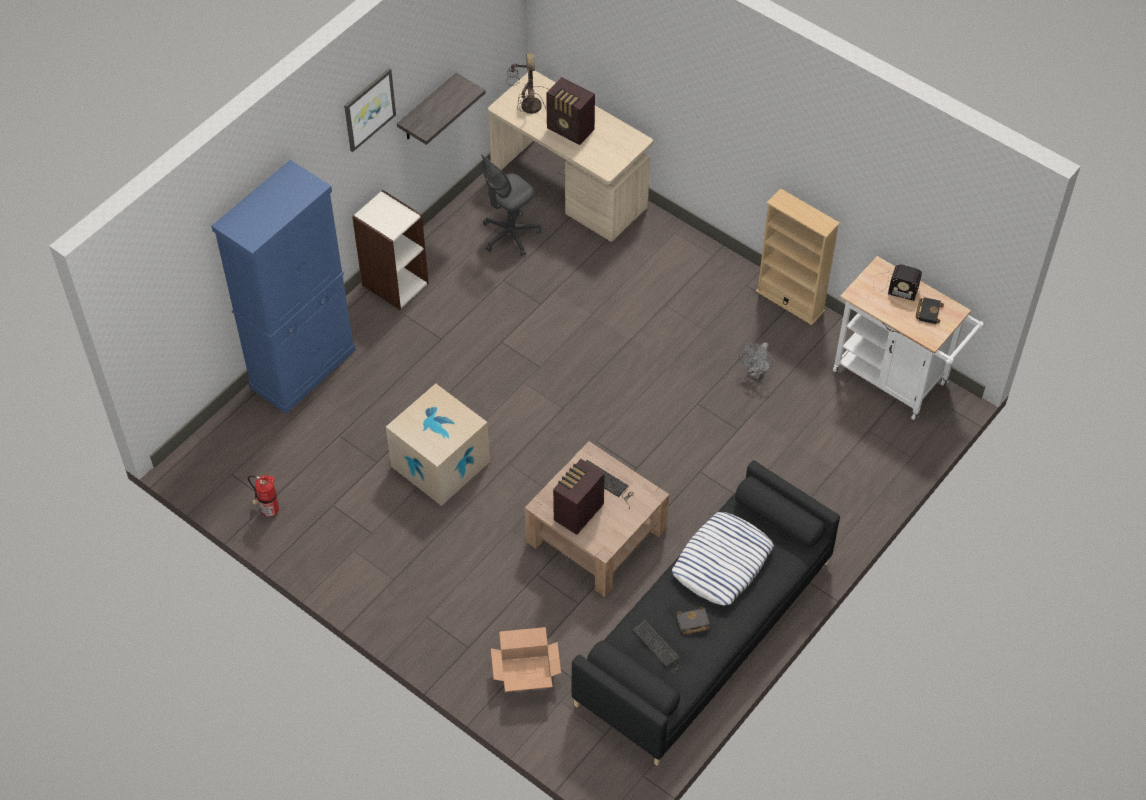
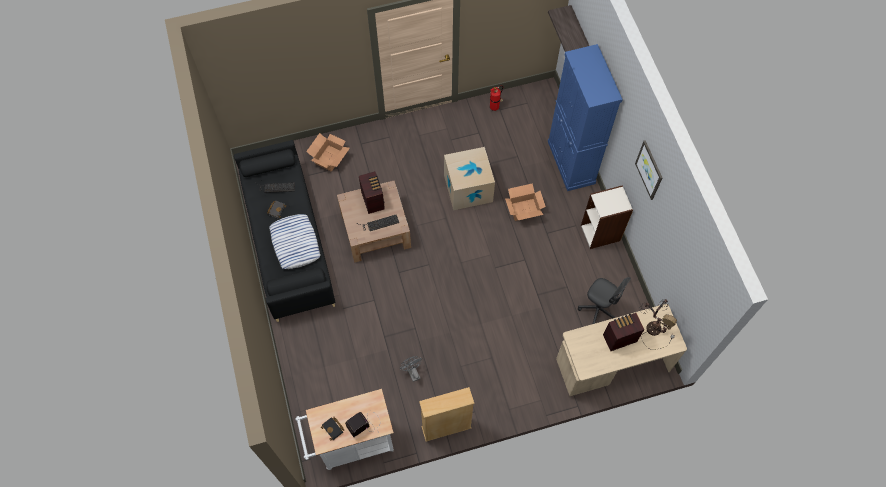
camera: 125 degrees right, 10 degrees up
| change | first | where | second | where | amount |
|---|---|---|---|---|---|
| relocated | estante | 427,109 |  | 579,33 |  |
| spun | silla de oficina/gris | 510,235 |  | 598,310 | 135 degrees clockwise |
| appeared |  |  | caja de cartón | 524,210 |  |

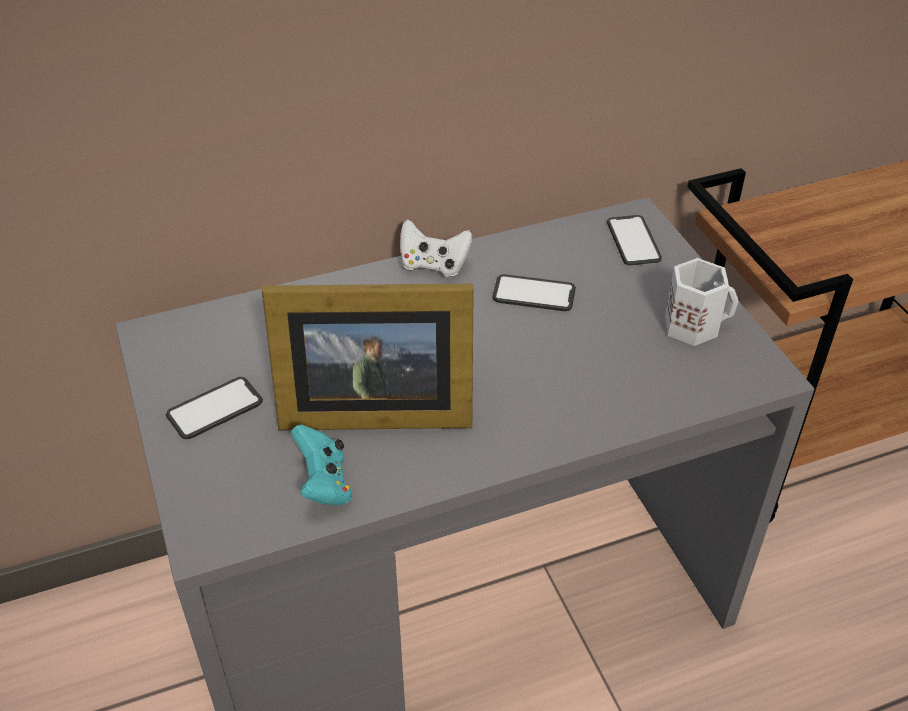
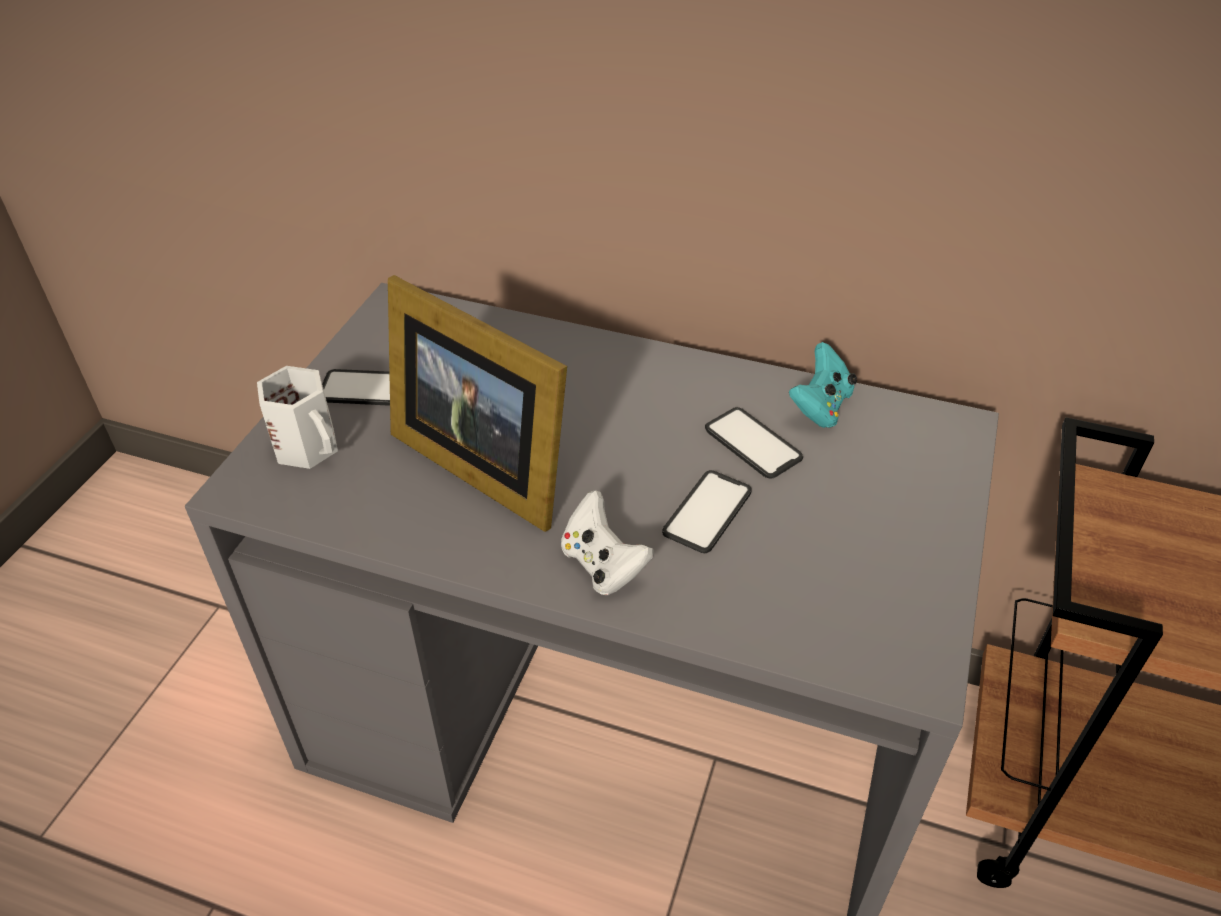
camera: 40 degrees right, 0 degrees up
| change | first | where | second | where | amount |
|---|---|---|---|---|---|
| relocated | móvil | 633,241 |  | 707,512 |  |
| relocated | mando de consola/blanco | 434,265 |  | 602,565 |  |
| relocated | taza grande/blanco | 693,325 |  | 310,446 |  |
| relocated | mando de consola/turquesa | 324,484 |  | 820,407 |  |

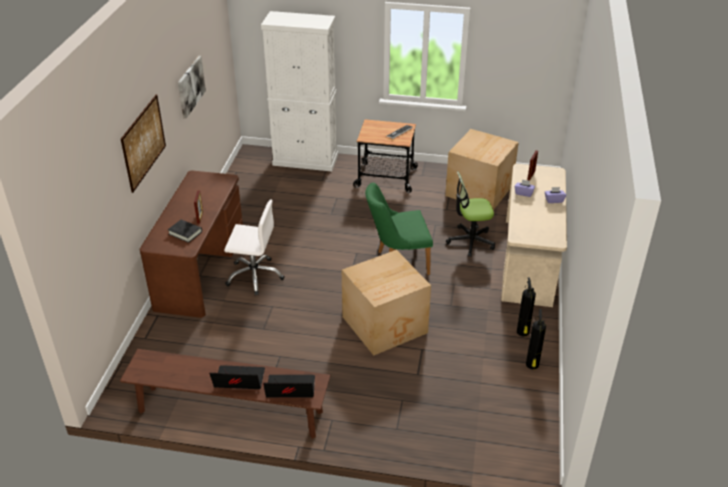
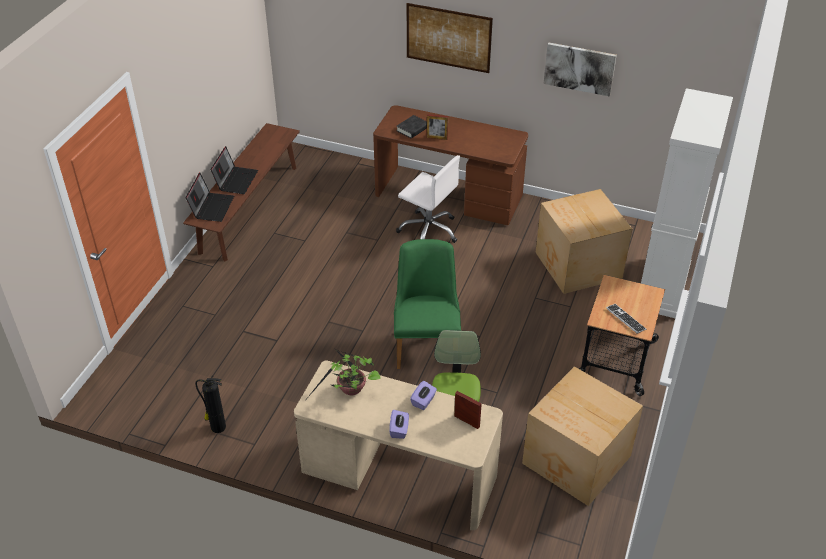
camera: 100 degrees right, 5 degrees up
| change | first | where | second | where | amount |
|---|---|---|---|---|---|
| spun | silla de oficina/blanco | 254,276 |  | 429,230 | 75 degrees counterclockwise |
| relocated | caja de cartón | 386,325 |  | 578,266 |  |
| missing | extintor | 523,333 |  |  |  |
| appeared |  |  | planta en maceta | 350,391 |  |

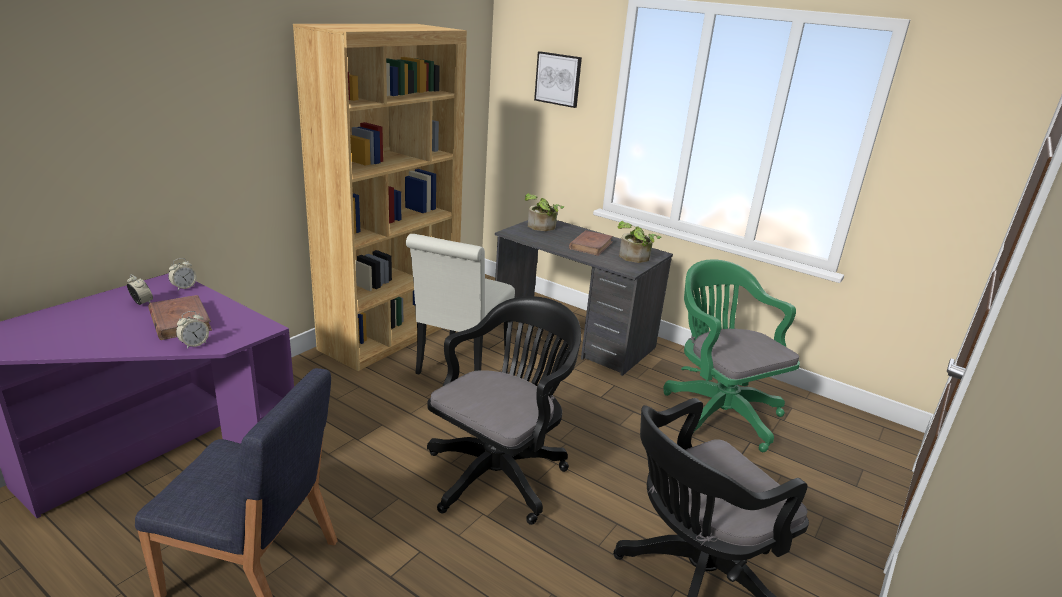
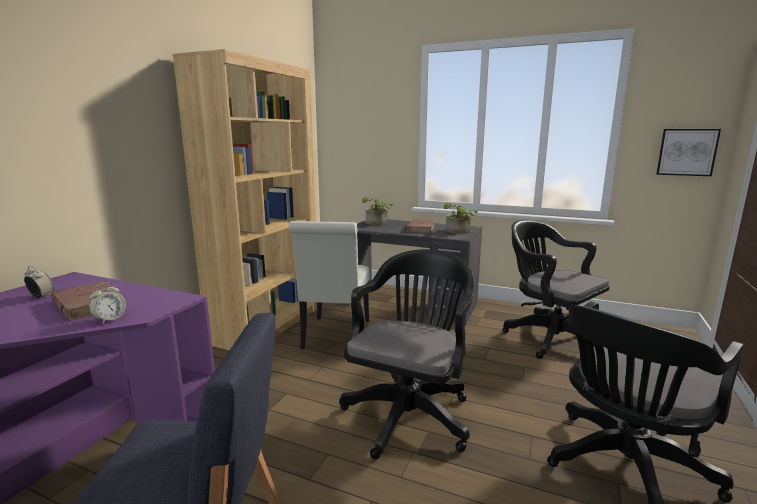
camera: 10 degrees left, 10 degrees down
| change | first | where | second | where | amount |
|---|---|---|---|---|---|
| relocated | cuadro | 558,79 |  | 686,152 |  |
| missing | despertador | 184,287 |  |  |  |
| colour | silla de oficina/verde | 717,411 | silla de oficina/negro | 549,337 |  |

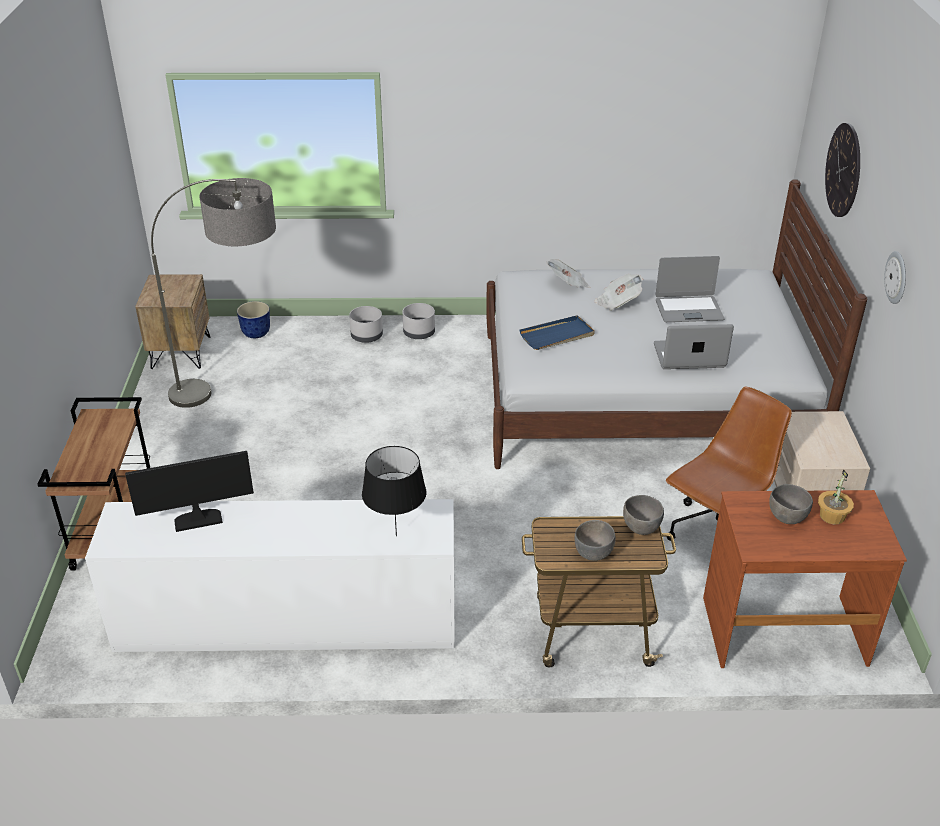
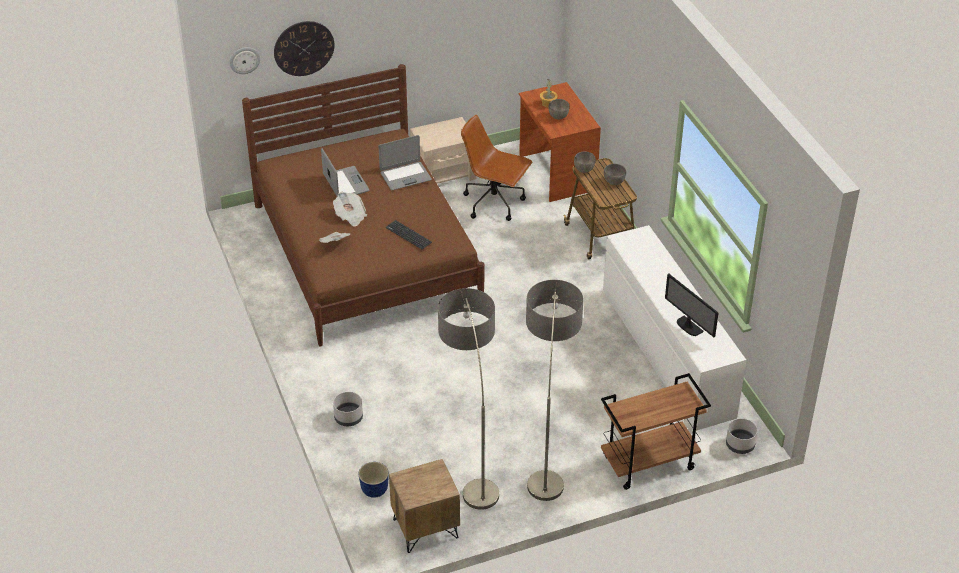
camera: 110 degrees left, 5 degrees up
| change | first | where | second | where | amount |
|---|---|---|---|---|---|
| colour | cama/blanco | 641,396 | cama/marrón | 366,253 |  |
| relocated | reloj de pared | 897,277 |  | 244,60 |  |
| relocated | maceta/gris | 419,333 |  | 740,445 |  |
| exchanged | bandeja/azul | 557,335 | teclado | 408,235 |  |
| spun | portátil | 689,356 |  | 405,176 | 90 degrees counterclockwise |
| missing | lámpara de mesa/negro | 396,535 |  |  |  |
| appeared |  |  | lámpara de pie | 547,453 |  |

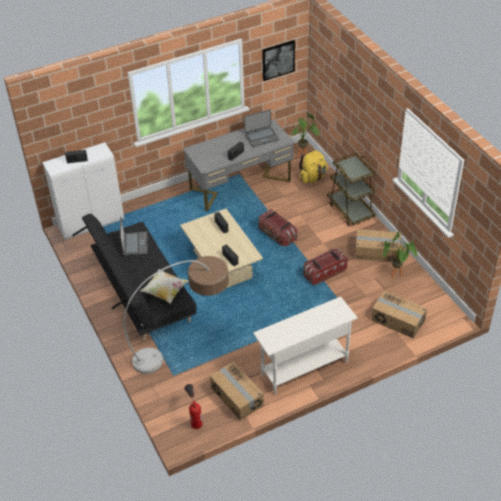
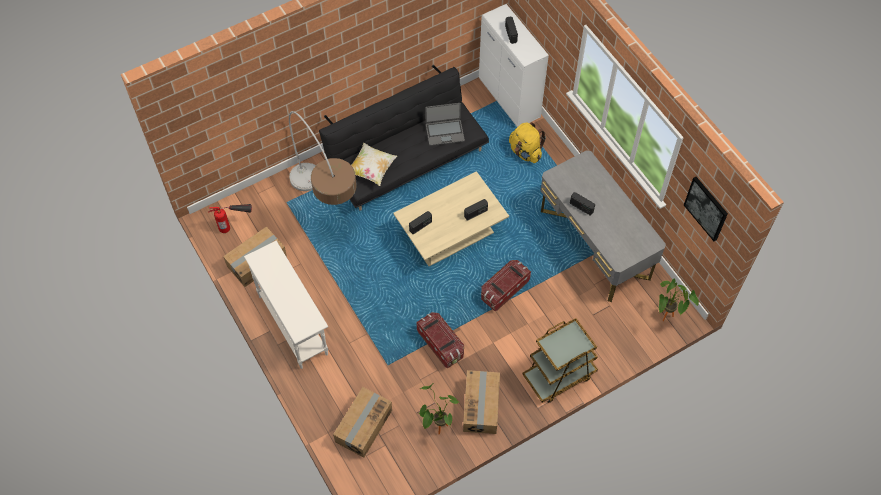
camera: 85 degrees right, 15 degrees up
| change | first | where | second | where | amount |
|---|---|---|---|---|---|
| missing | portátil | 261,137 |  |  |  |
| relocated | mochila/amarillo | 313,177 |  | 525,152 |  |

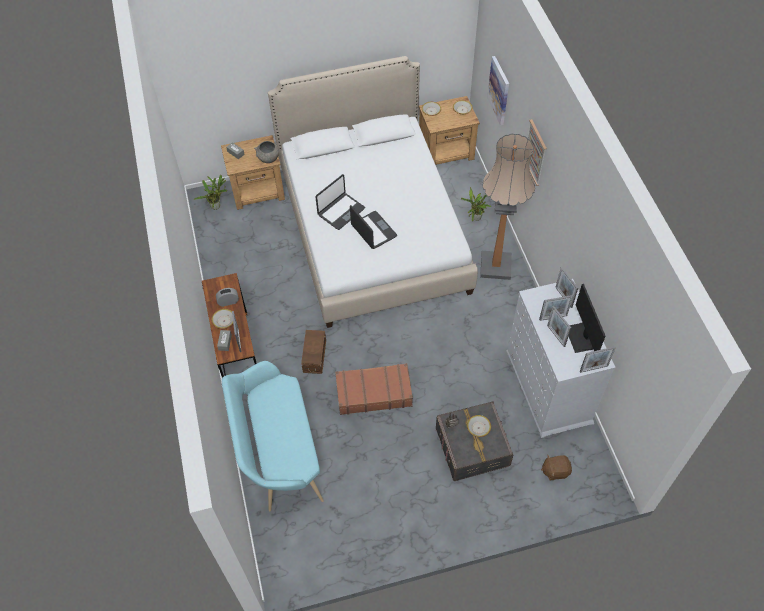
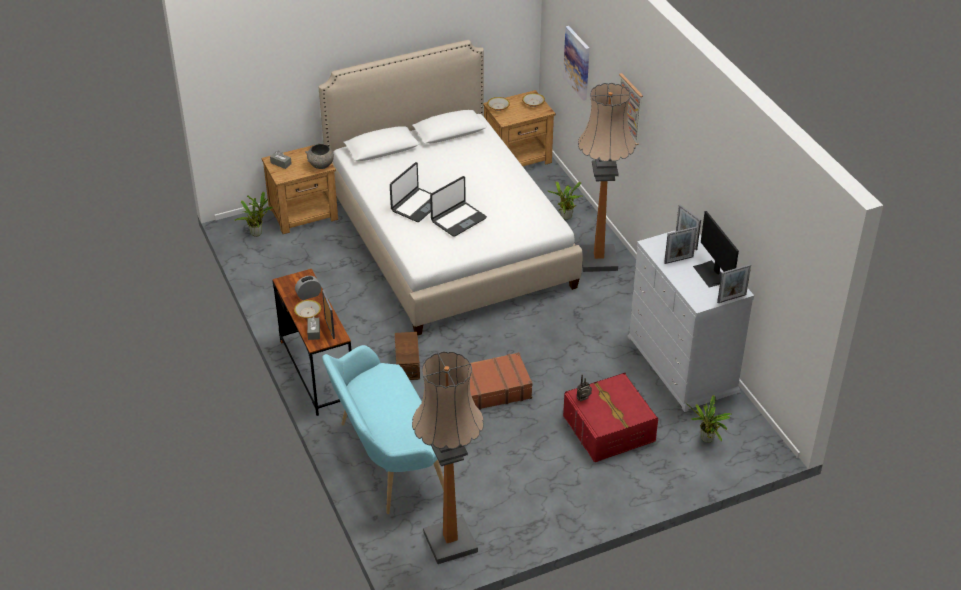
camera: 10 degrees left, 15 degrees down
| change | first | where | second | where | amount |
|---|---|---|---|---|---|
| spun | portátil | 373,231 |  | 458,219 | 90 degrees clockwise |
| missing | portarretratos | 556,336 |  |  |  |
| colour | caja de almacenaje/gris | 472,447 | caja de almacenaje/rojo | 608,429 |  |
| missing | cuenco | 478,428 |  |  |  |
| exchanged | peluche/marrón | 555,471 | planta en maceta | 707,440 |  |
| appeared |  |  | lámpara de pie | 450,542 |  |

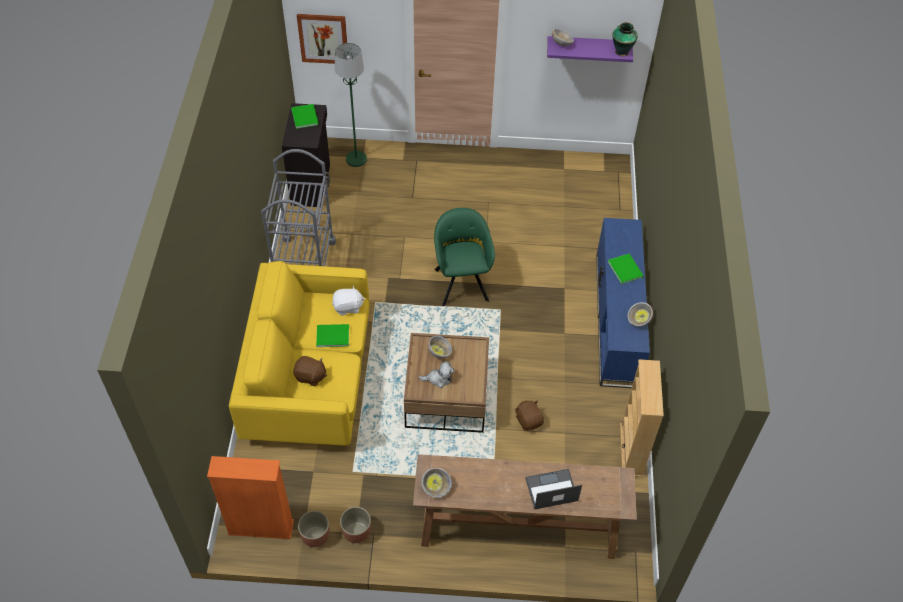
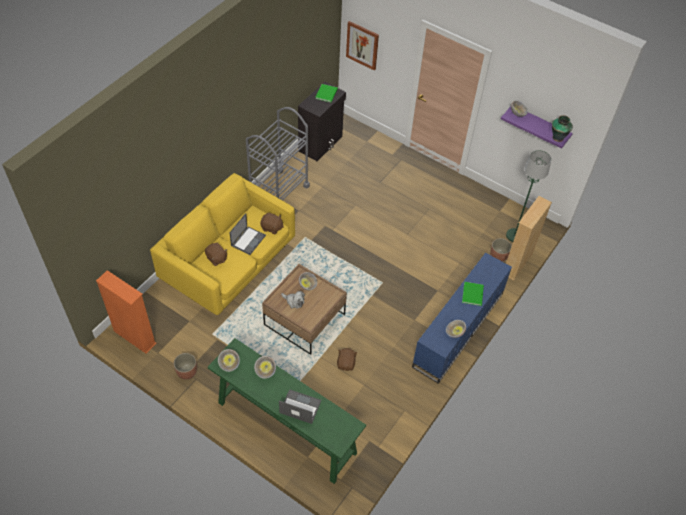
camera: 30 degrees right, 0 degrees up
| change | first | where | second | where | amount |
|---|---|---|---|---|---|
| relocated | lámpara de pie/verde | 356,159 |  | 514,235 |  |
| missing | sillón/verde | 461,282 |  |  |  |
| colour | peluche/blanco | 348,307 | peluche/marrón | 272,228 |  |
| exchanged | libro/verde | 331,335 | portátil | 248,240 |  |
| relocated | estantería/beis | 631,450 |  | 517,264 |  |
| colour | mesa consola/marrón | 517,528 | mesa consola/verde | 285,427 |  |
| relocated | maceta | 315,536 |  | 498,256 |  |
| appeared |  |  | cuenco | 265,371 |  |

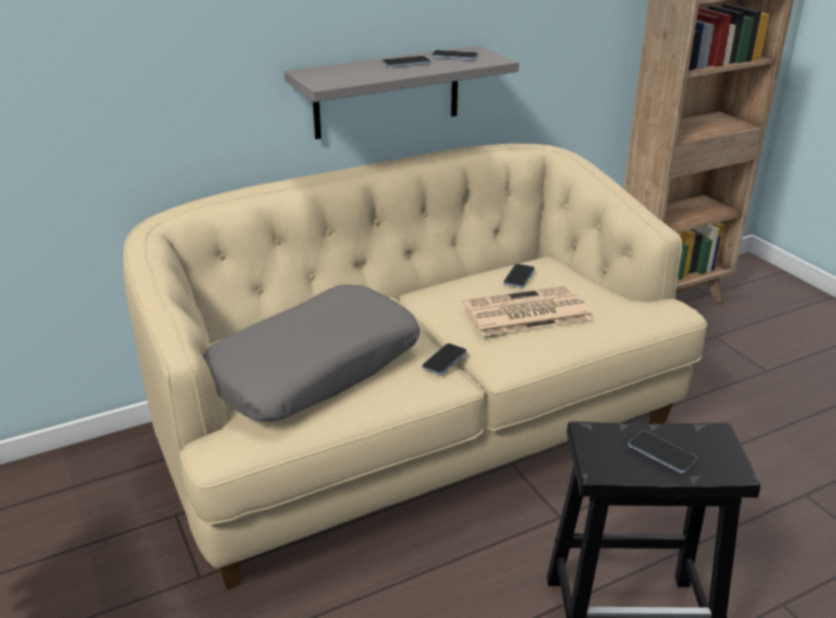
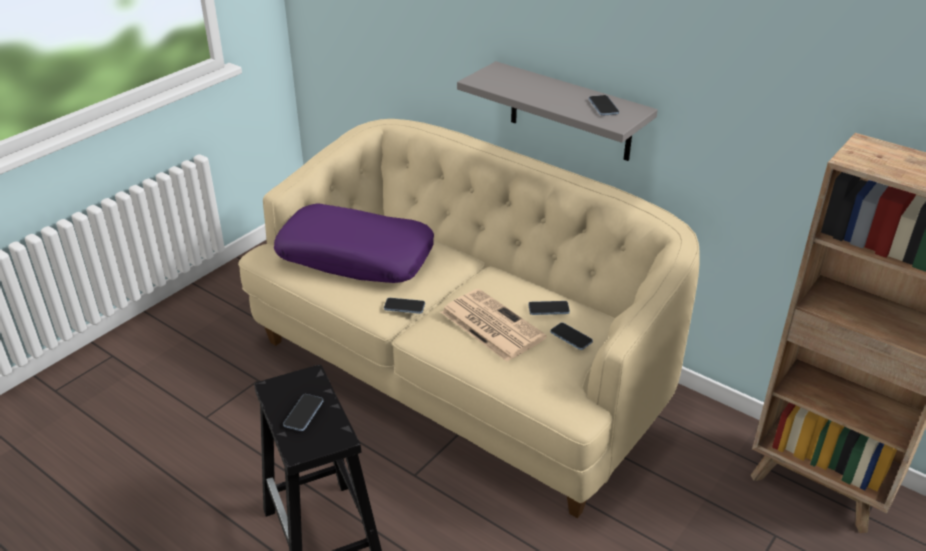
camera: 65 degrees right, 5 degrees up
| change | first | where | second | where | amount |
|---|---|---|---|---|---|
| relocated | móvil | 406,63 |  | 571,337 |  |
| colour | cojín/gris | 314,368 | cojín/morado | 356,256 |  |

